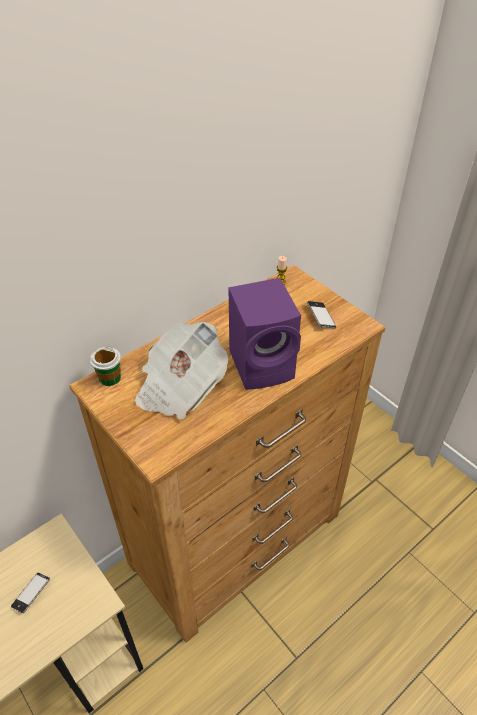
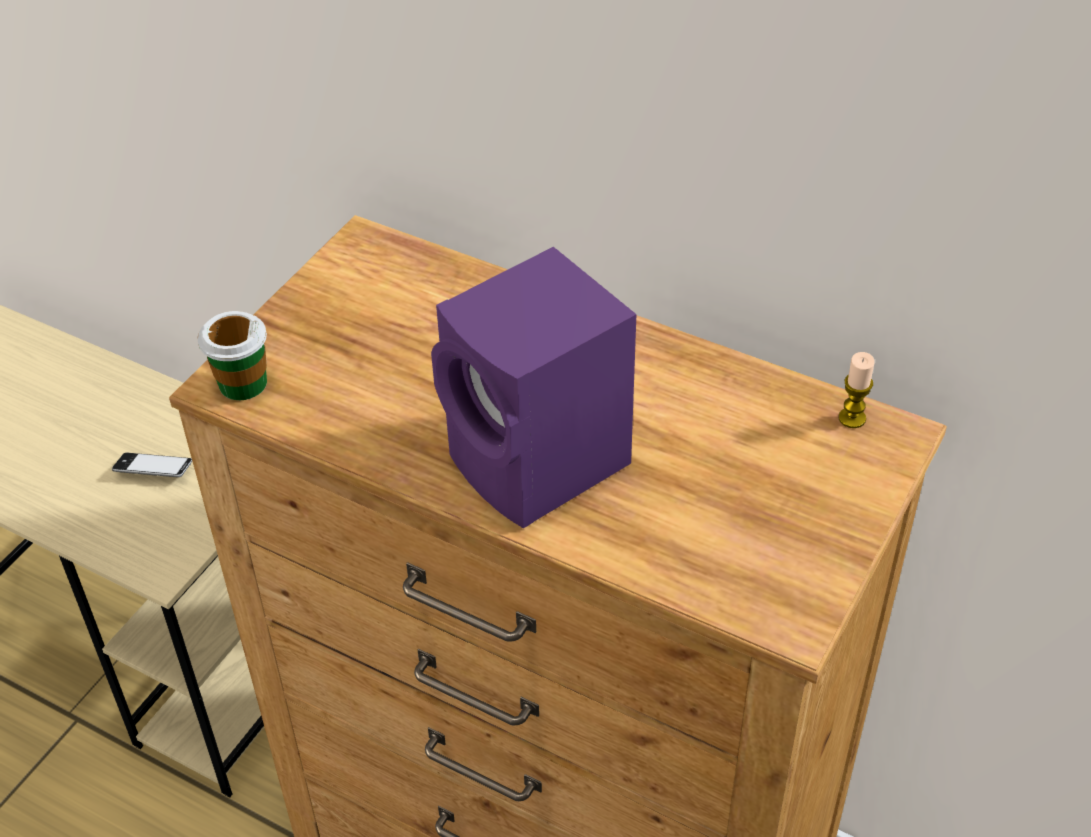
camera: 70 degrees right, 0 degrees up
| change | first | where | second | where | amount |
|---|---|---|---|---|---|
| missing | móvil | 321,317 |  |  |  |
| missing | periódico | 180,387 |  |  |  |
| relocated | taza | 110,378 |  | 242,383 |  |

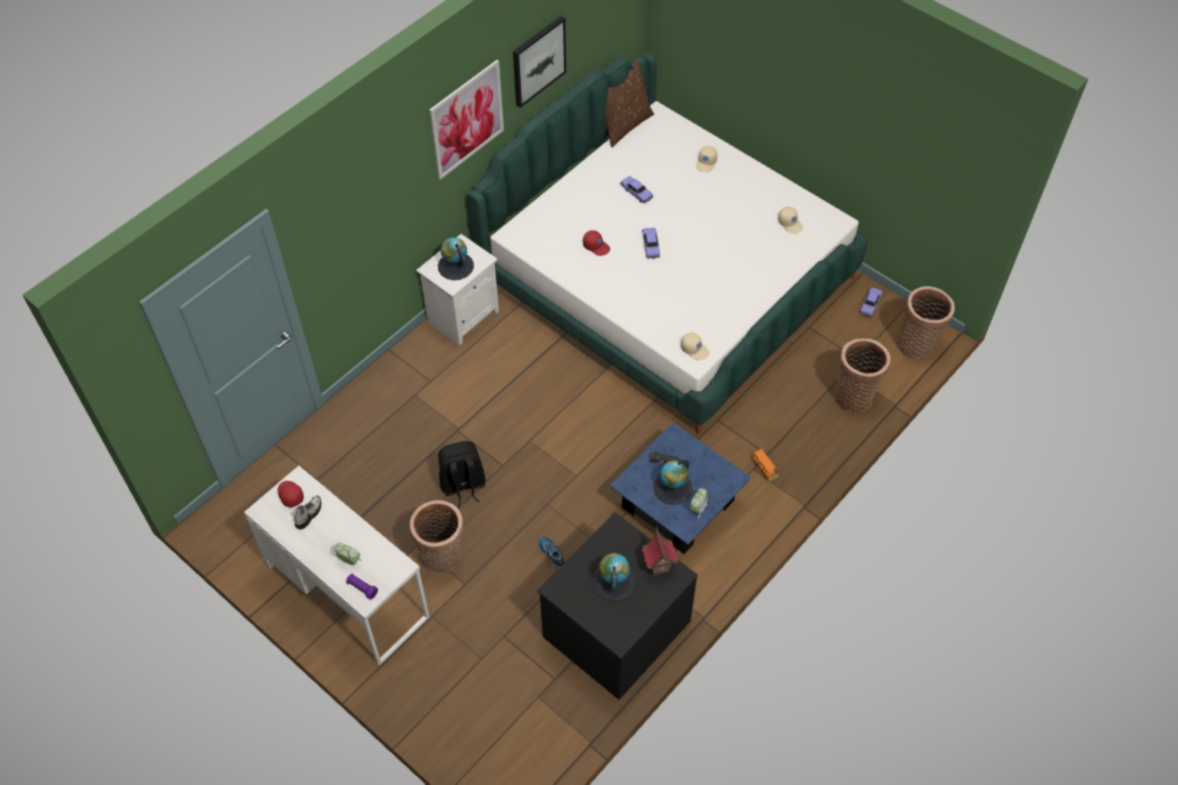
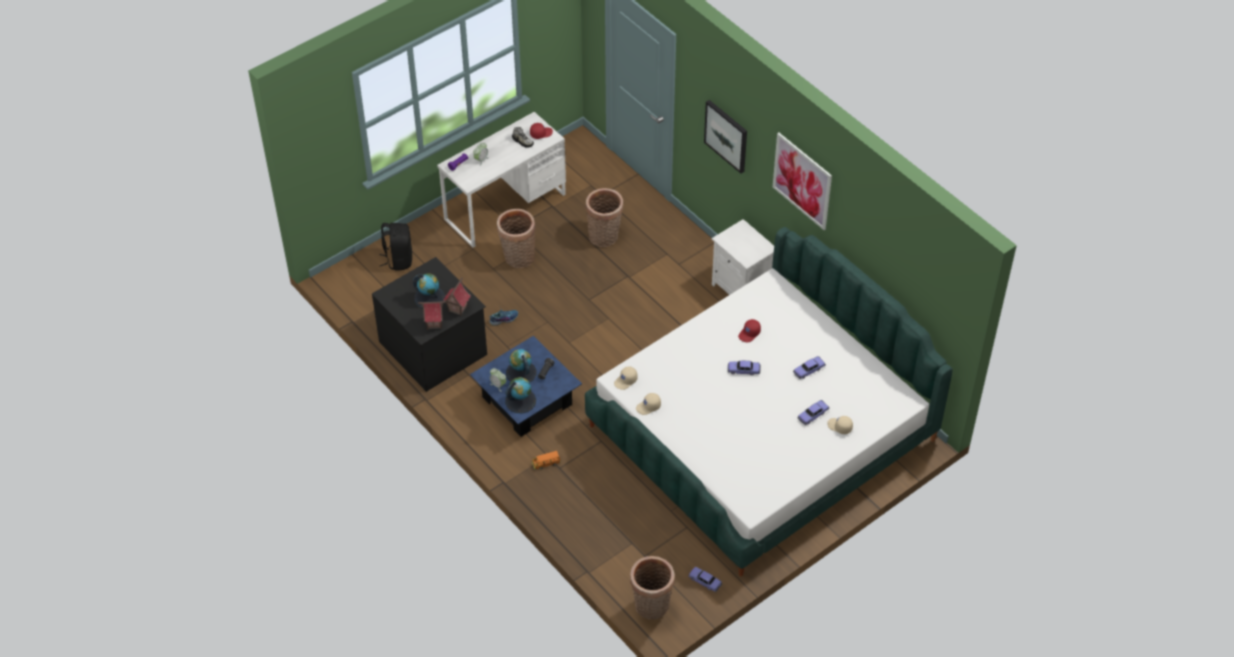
camera: 100 degrees right, 5 degrees down
| change | first | where | second | where | amount |
|---|---|---|---|---|---|
| relocated | cuadro | 538,61 |  | 726,135 |  |
| missing | cojín/marrón | 624,125 |  |  |  |
| relocated | gorra/beis | 790,223 |  | 648,407 |  |
| relocated | globo terráqueo | 455,266 |  | 520,400 |  |
| relocated | cesta | 854,396 |  | 604,237 |  |
| relocated | mochila/negro | 463,485 |  | 398,259 |  |
| appeared |  |  | casita | 457,308 |  |
| appeared |  |  | coche de juguete | 813,415 |  |

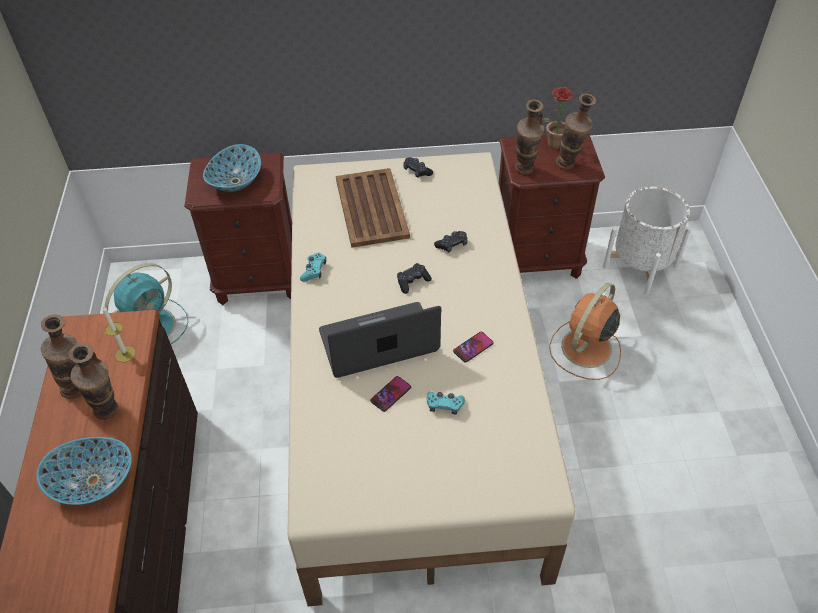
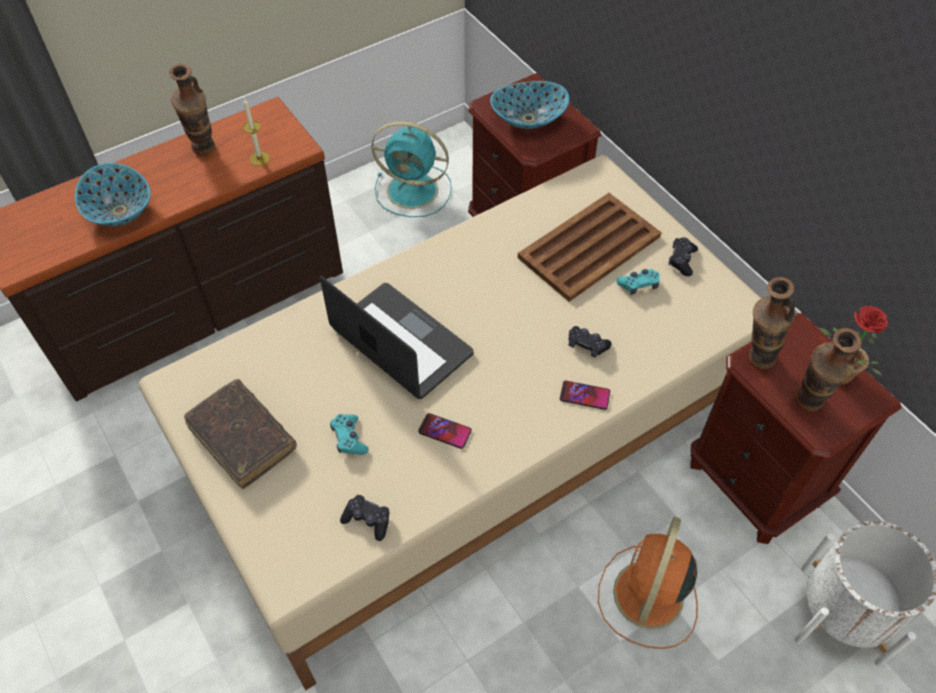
camera: 60 degrees right, 5 degrees up
| change | first | where | second | where | amount |
|---|---|---|---|---|---|
| relocated | mando de consola/turquesa | 314,271 |  | 638,285 |  |
| relocated | mando de consola/negro | 412,281 |  | 367,520 |  |
| spun | ventilador/naranja | 585,349 |  | 647,598 | 75 degrees counterclockwise |
| missing | florero | 111,415 |  |  |  |
| relocated | móvil | 390,394 |  | 584,395 |  |
| appeared |  |  | libro/marrón | 242,438 |  |

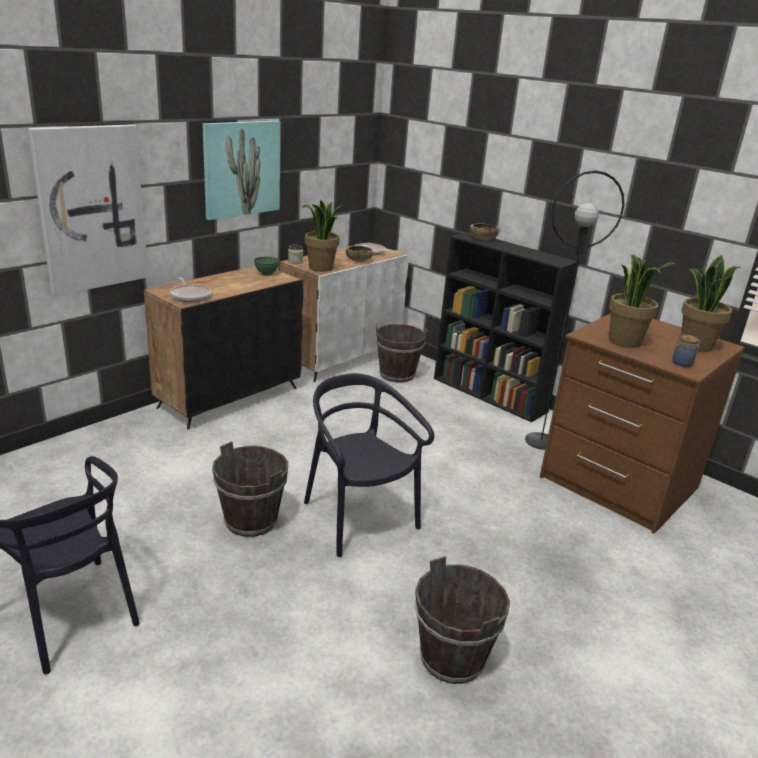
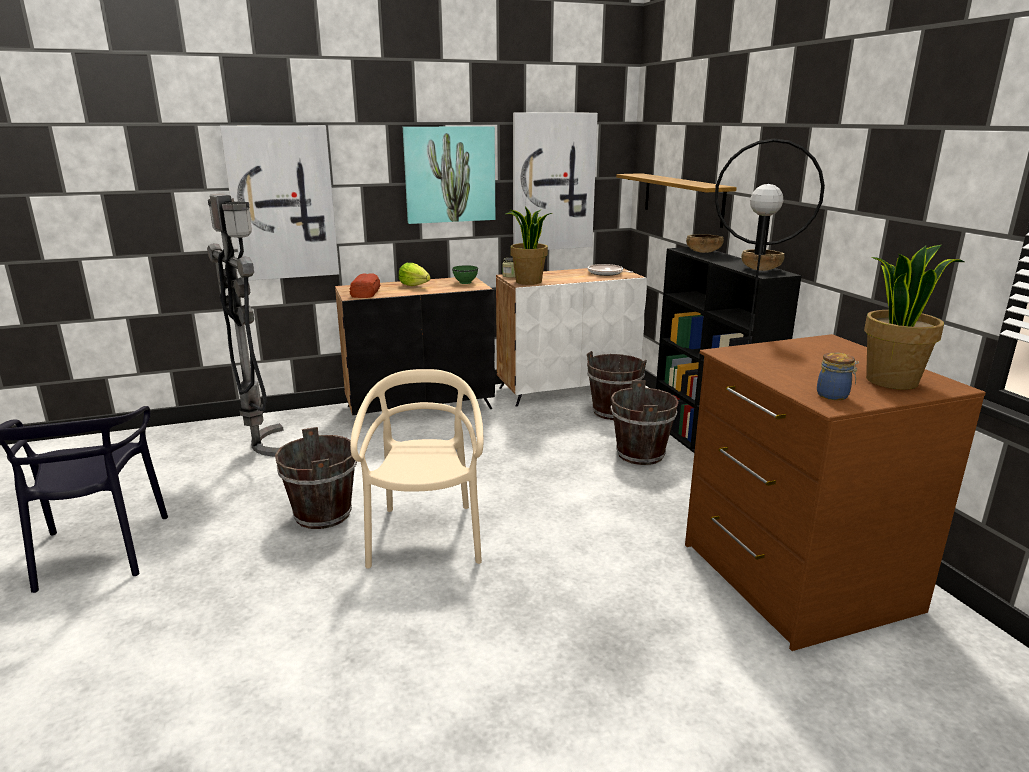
camera: 30 degrees right, 5 degrees down
| change | first | where | second | where | amount |
|---|---|---|---|---|---|
| relocated | cuenco/marrón | 359,260 |  | 761,269 |  |
| missing | planta en maceta | 625,341 |  |  |  |
| exchanged | sartén | 190,296 | pan | 366,292 |  |
| colour | silla/negro | 358,518 | silla/beis | 426,537 |  |
| relocated | cubo/marrón | 452,658 |  | 640,454 |  |
| appeared |  |  | cuadro | 553,182 |  |
| appeared |  |  | estante | 682,198 |  |
| appeared |  |  | lámpara de pie/gris | 262,447 |  |
| appeared |  |  | lechuga | 414,285 |  |

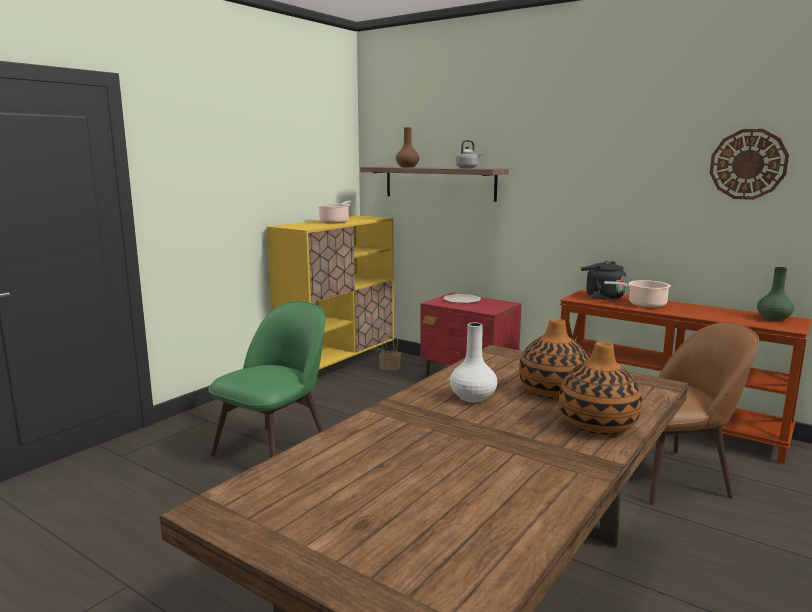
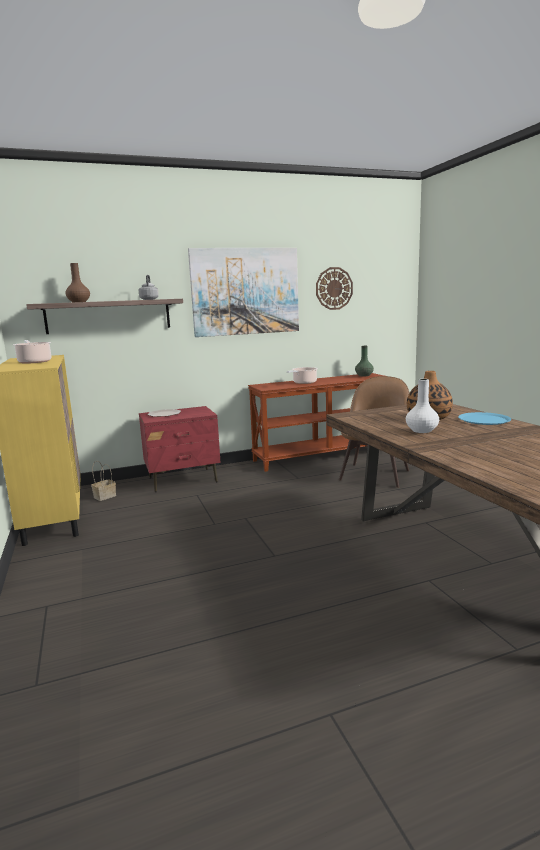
camera: 55 degrees left, 0 degrees up
| change | first | where | second | where | amount |
|---|---|---|---|---|---|
| missing | hervidor/negro | 601,296 |  |  |  |
| missing | silla/verde | 275,449 |  |  |  |
| exchanged | florero | 597,425 | plato/azul | 484,420 |  |
| appeared |  |  | cuadro | 245,291 |  |

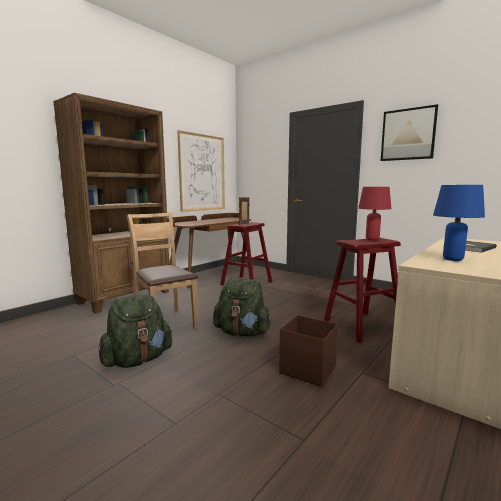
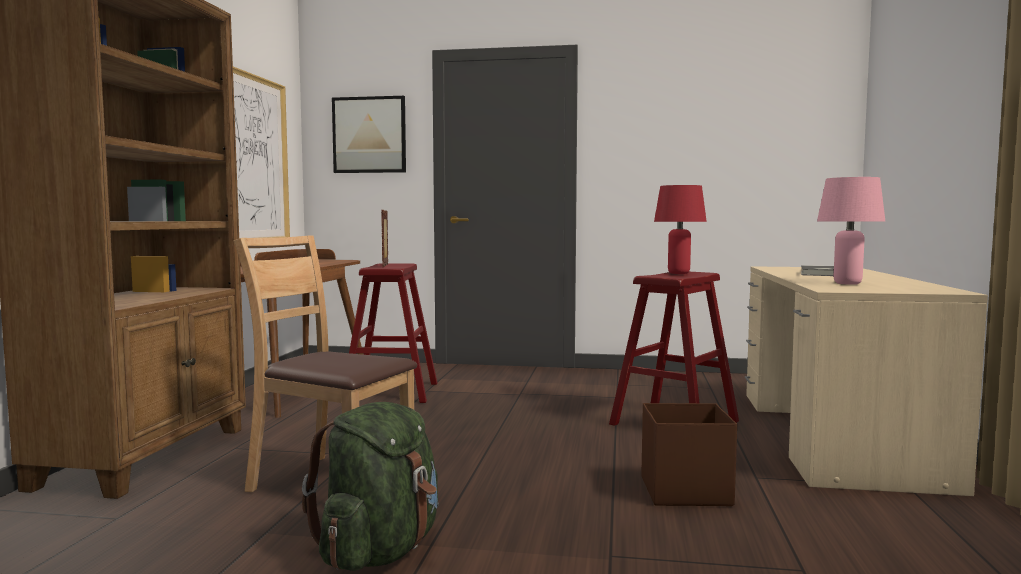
camera: 30 degrees left, 5 degrees down
| change | first | where | second | where | amount |
|---|---|---|---|---|---|
| relocated | cuadro | 408,134 |  | 369,135 |  |
| colour | lámpara de mesa/azul | 453,259 | lámpara de mesa/rosa | 848,283 |  |
| missing | mochila/verde | 242,333 |  |  |  |

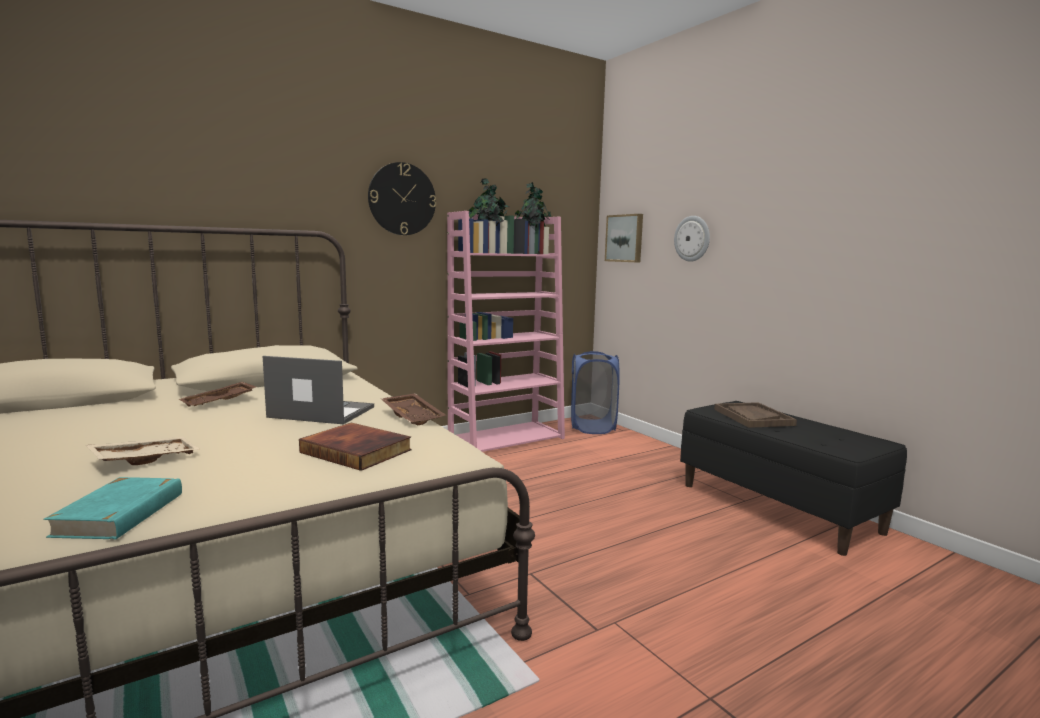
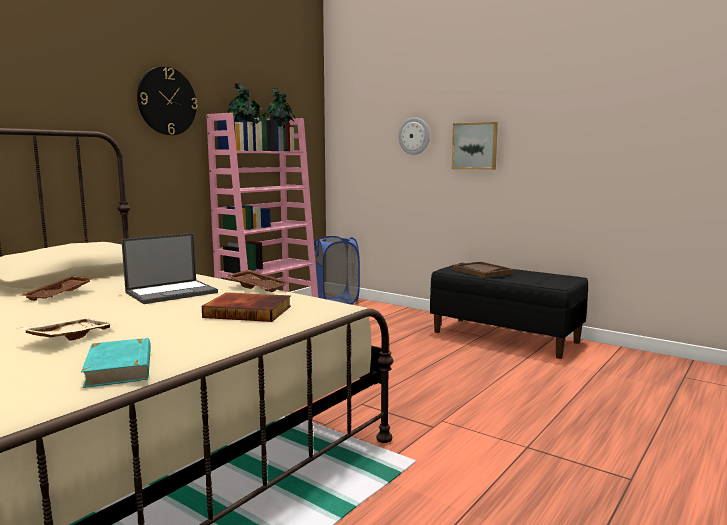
camera: 20 degrees left, 0 degrees up
| change | first | where | second | where | amount |
|---|---|---|---|---|---|
| relocated | cuadro | 625,238 |  | 475,146 |  |
| spun | portátil | 320,412 |  | 172,292 | 150 degrees clockwise |

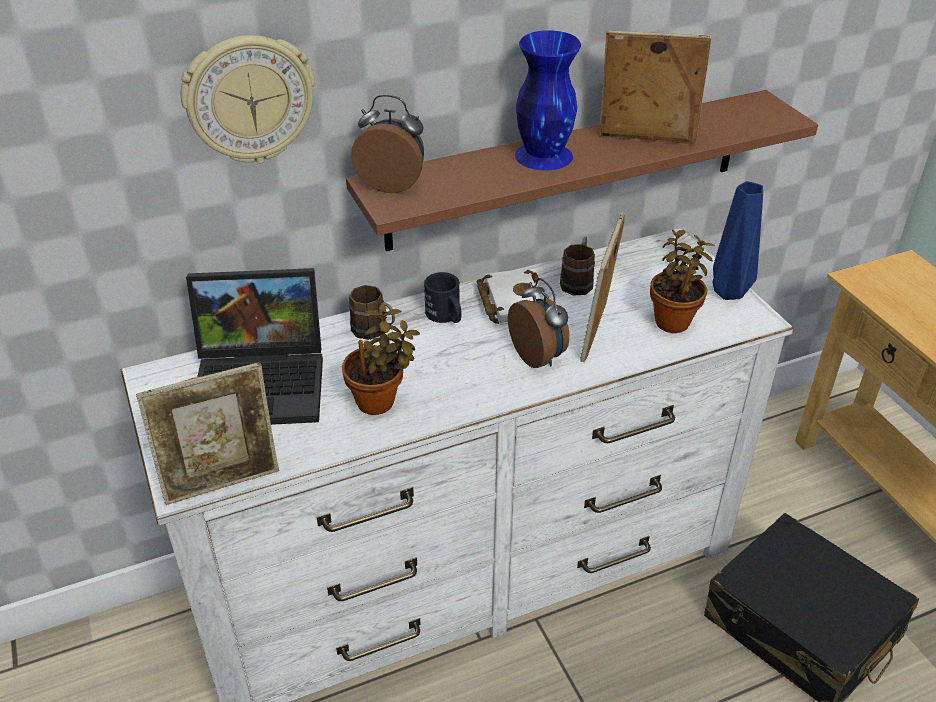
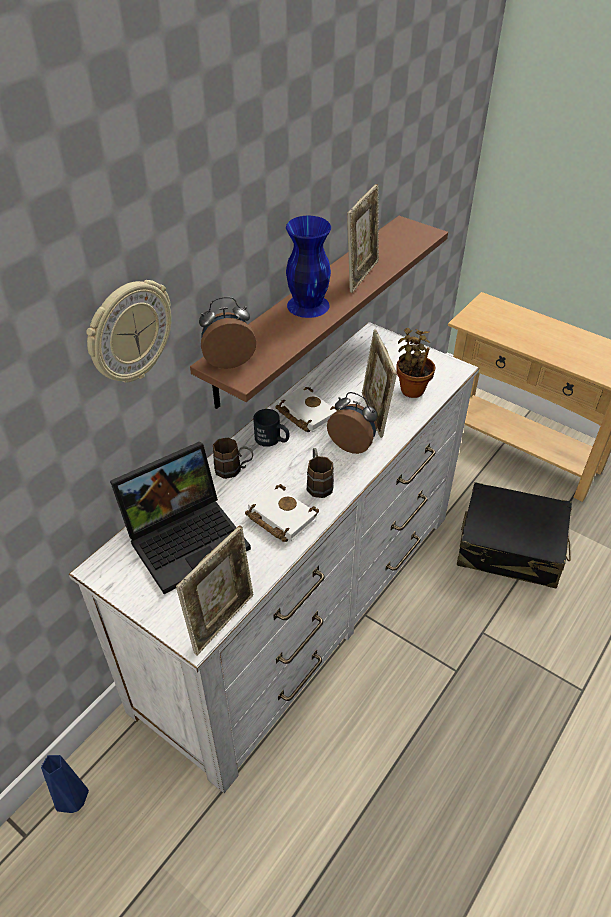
camera: 30 degrees left, 5 degrees up
| change | first | where | second | where | amount |
|---|---|---|---|---|---|
| spun | portarretratos | 645,142 |  | 361,275 | 135 degrees clockwise |
| relocated | florero/azul | 727,291 |  | 72,801 |  |
| relocated | taza grande/marrón | 578,281 |  | 318,483 |  |
| exchanged | planta en maceta | 380,401 | libro/blanco | 279,517 |  |

